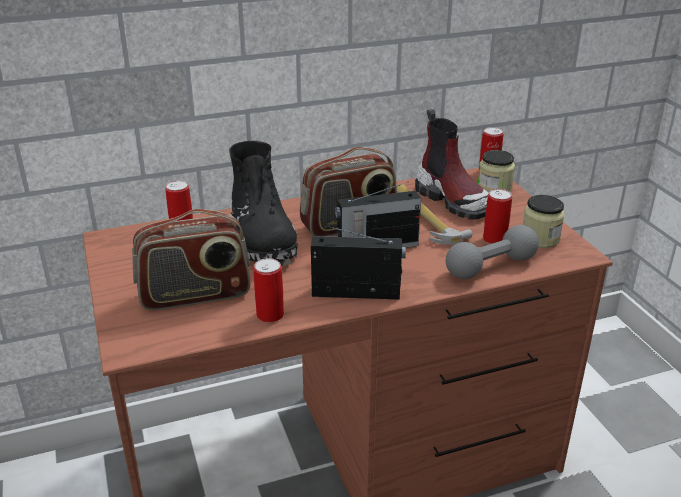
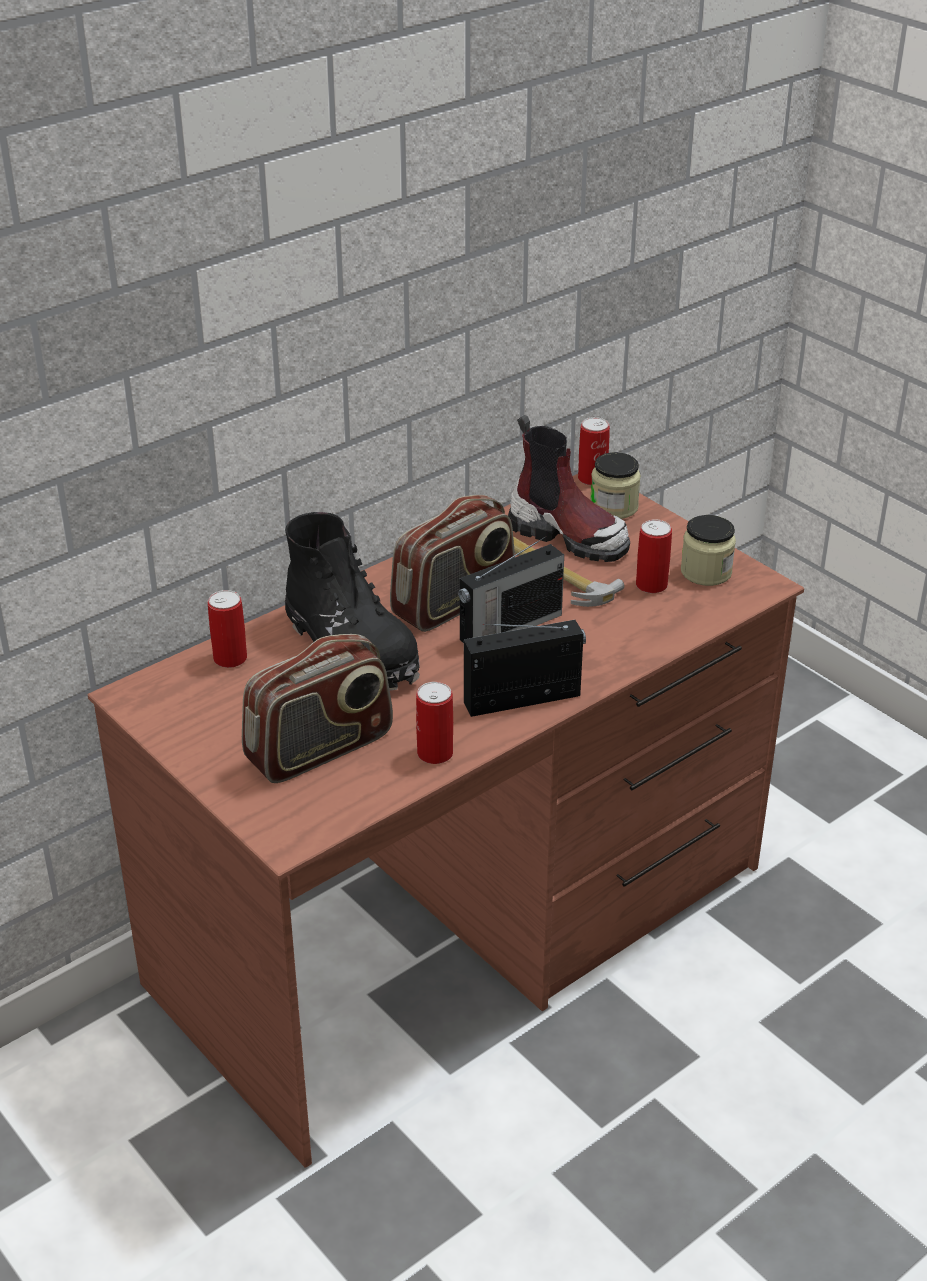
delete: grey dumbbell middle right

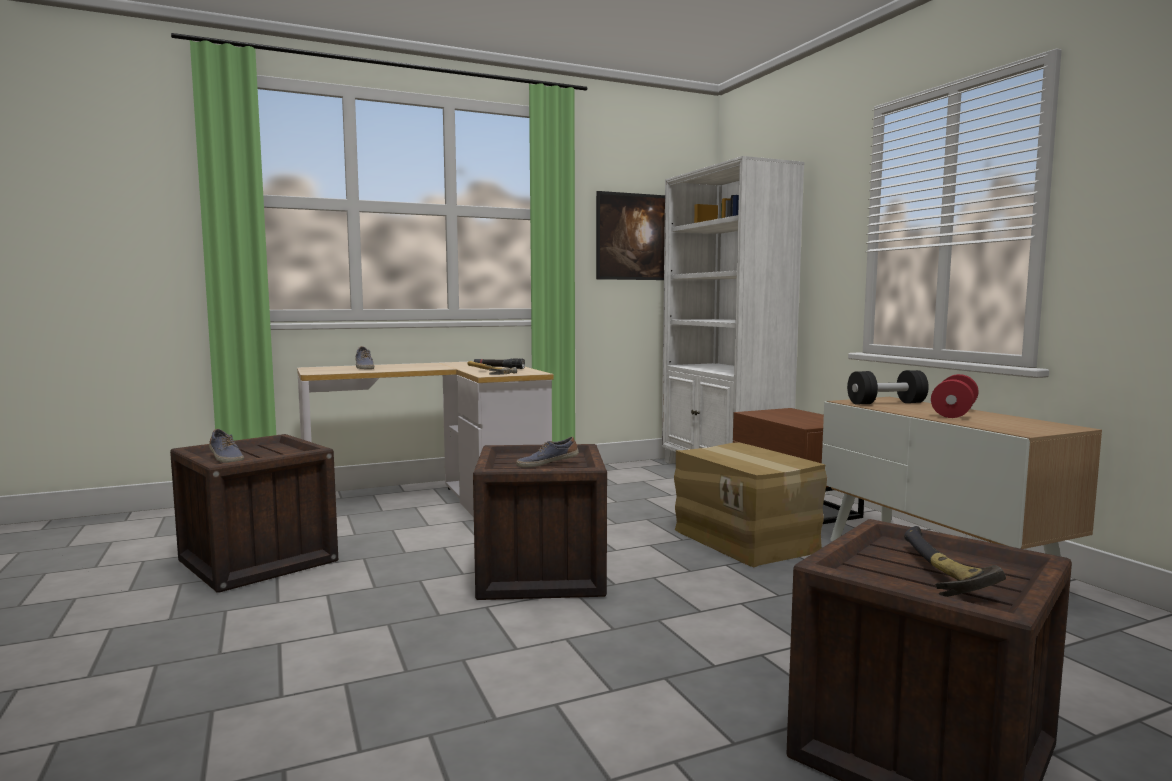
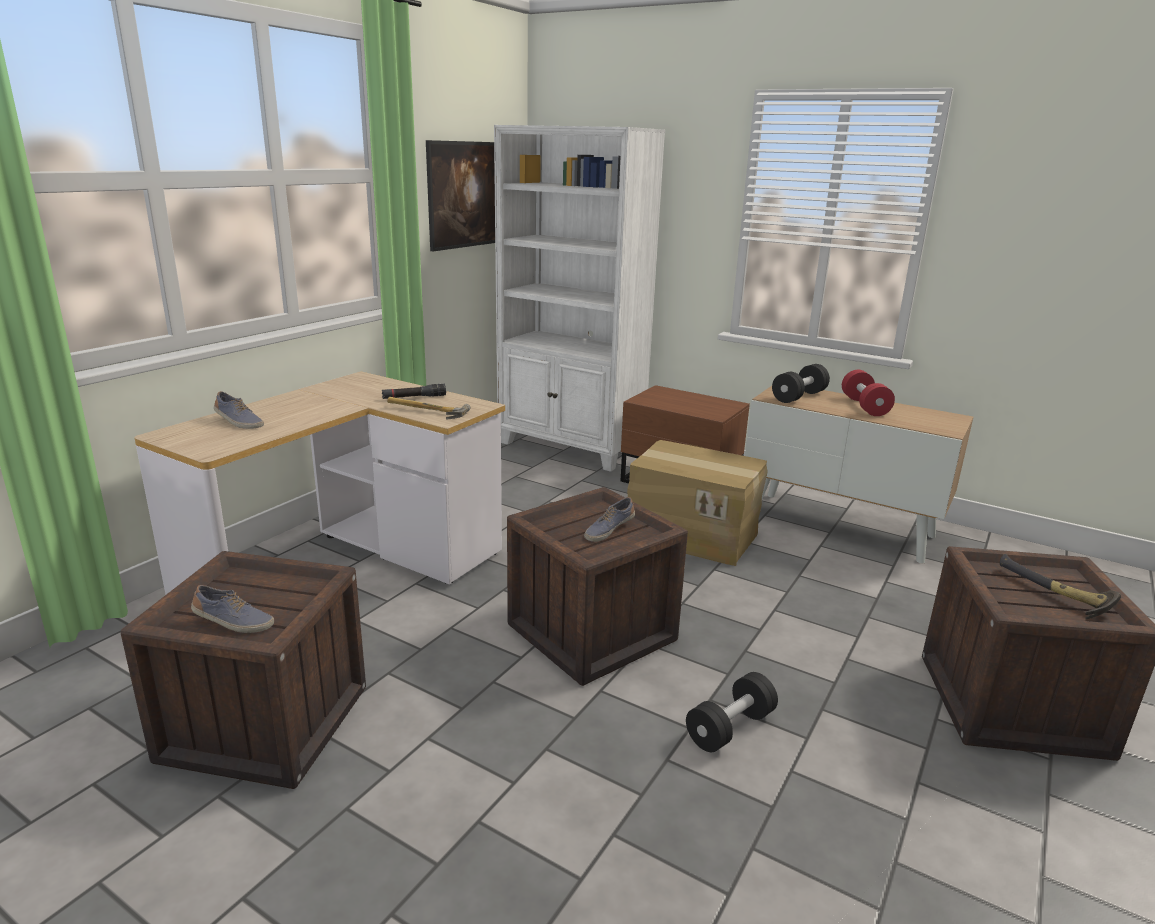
insert: black dumbbell (1st from left) bottom centre

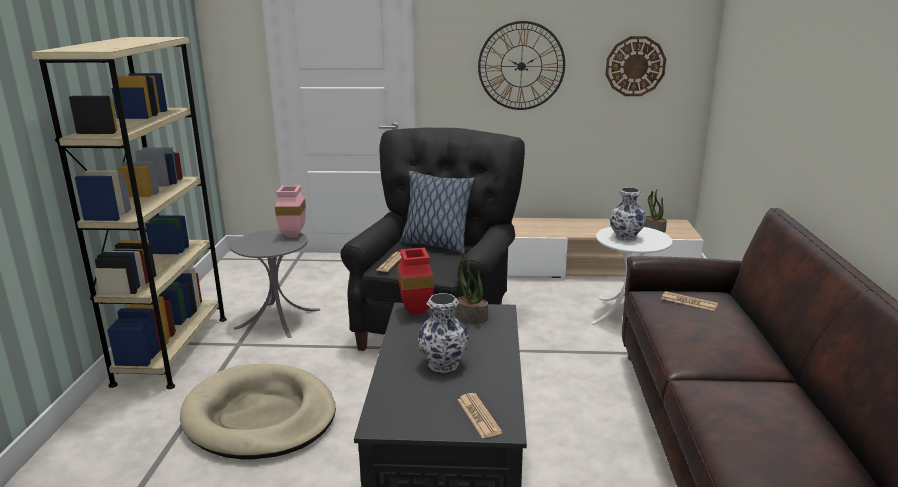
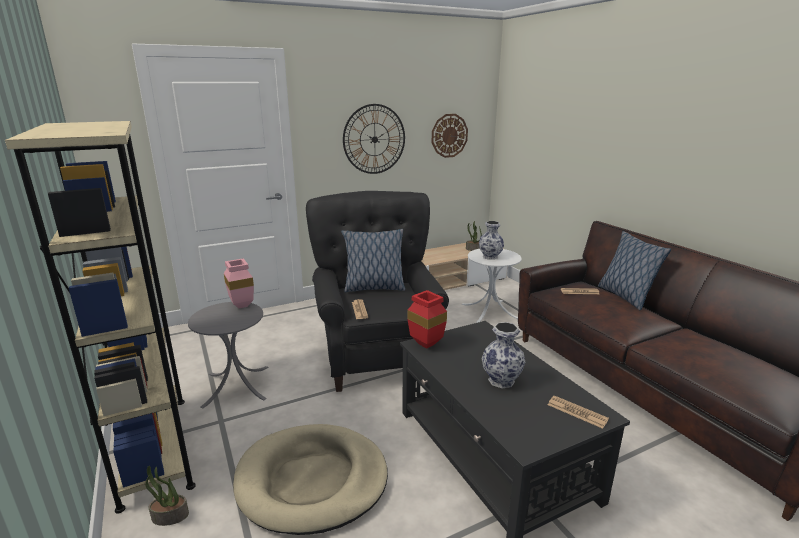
insert: pillow (2nd from left) middle right
move: potted plant (1st from left) centre to bottom left

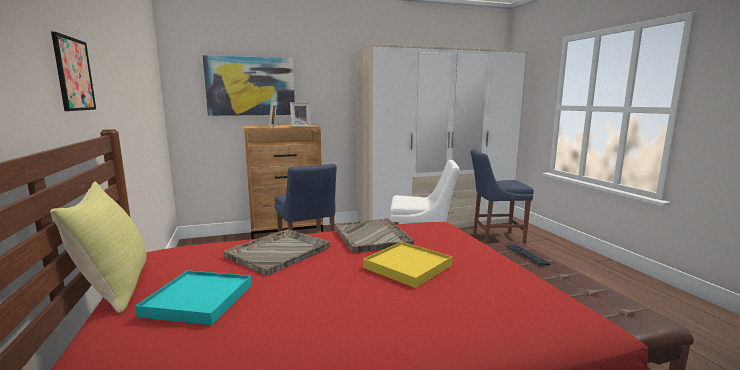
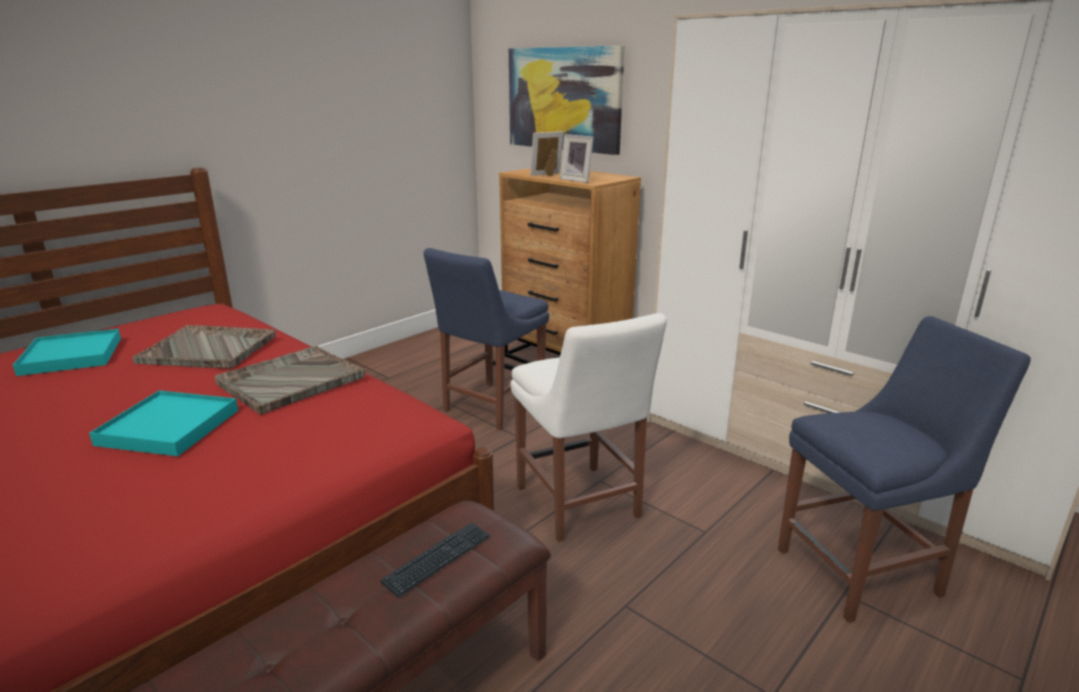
delete: yellow pillow bottom left; picture (1st from left) top left
recolor: yellow tray bottom centre to turquoise tray (2nd from left) middle left
rotate: blue chair (2nd from left) middle right = bottom right 105 degrees clockwise

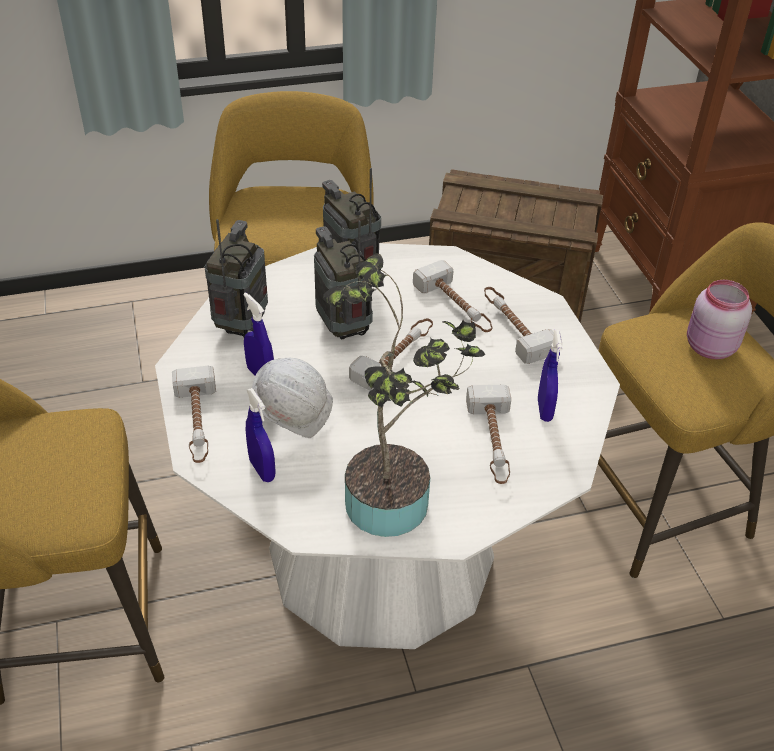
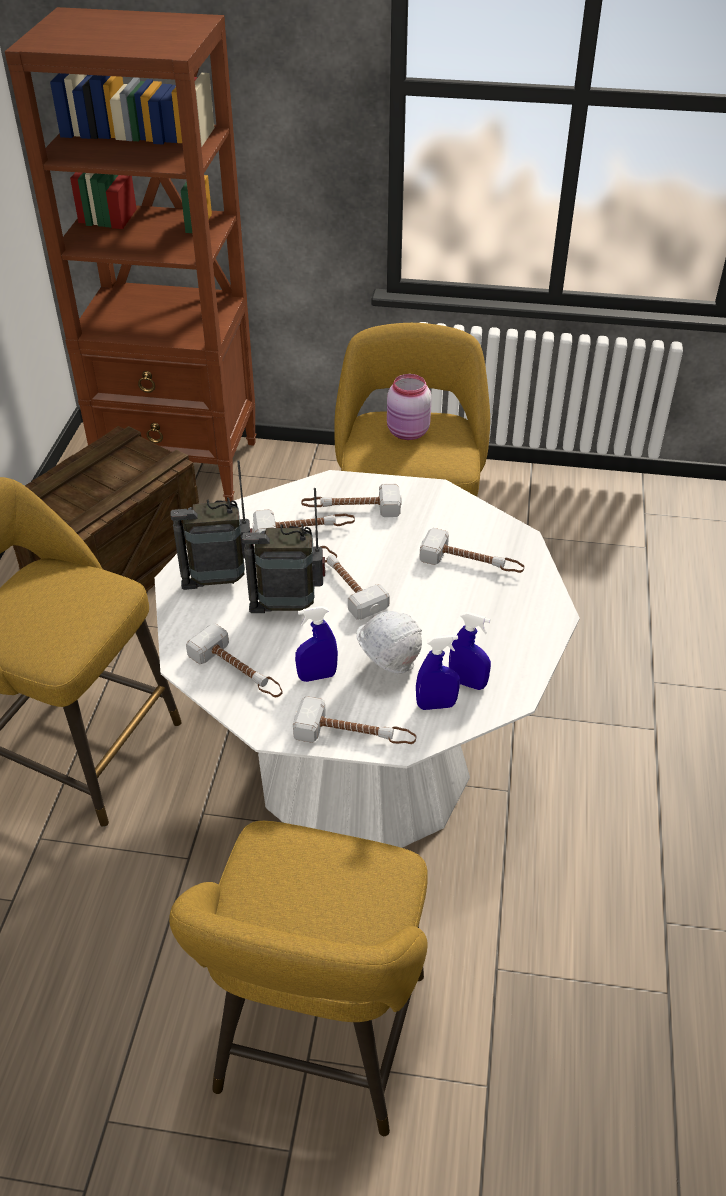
delete: potted plant centre
move: blue spray bottle (3rd from left) middle right to centre
replace: radio (1st from left) middle left to hammer (1st from left) middle left

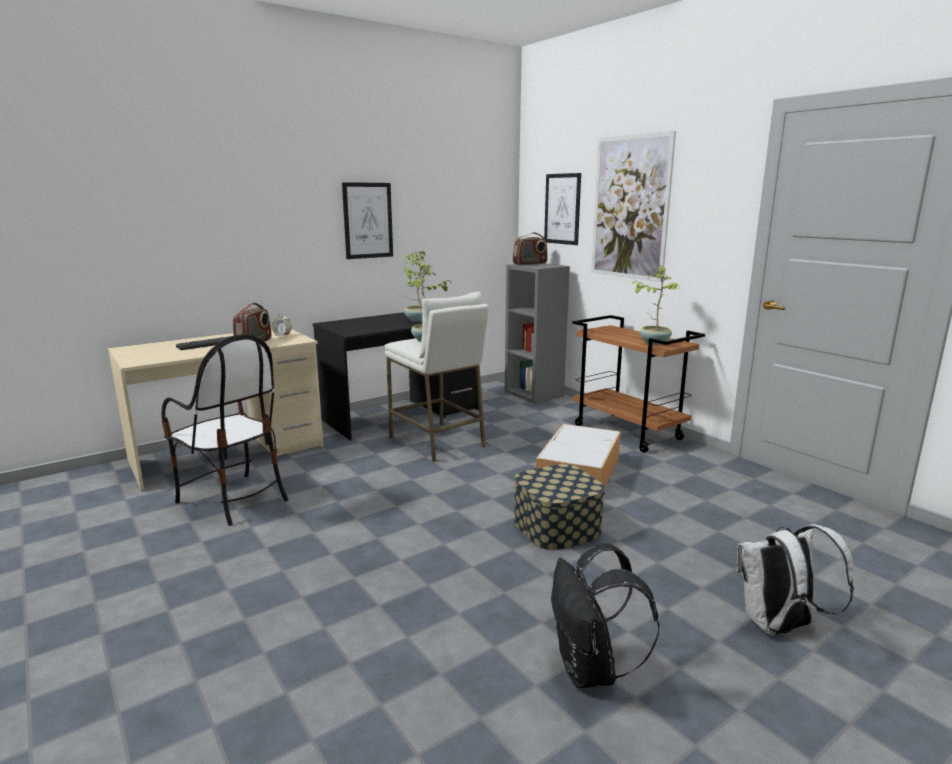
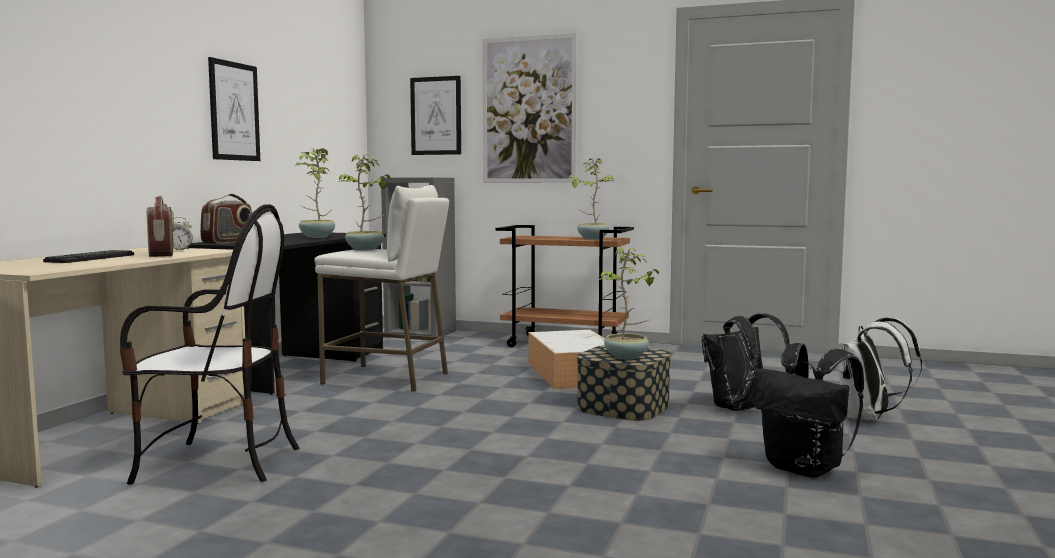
insert: potted plant (4th from left) centre; black backpack (1st from left) middle right
move: radio (2nd from left) top centre to middle left

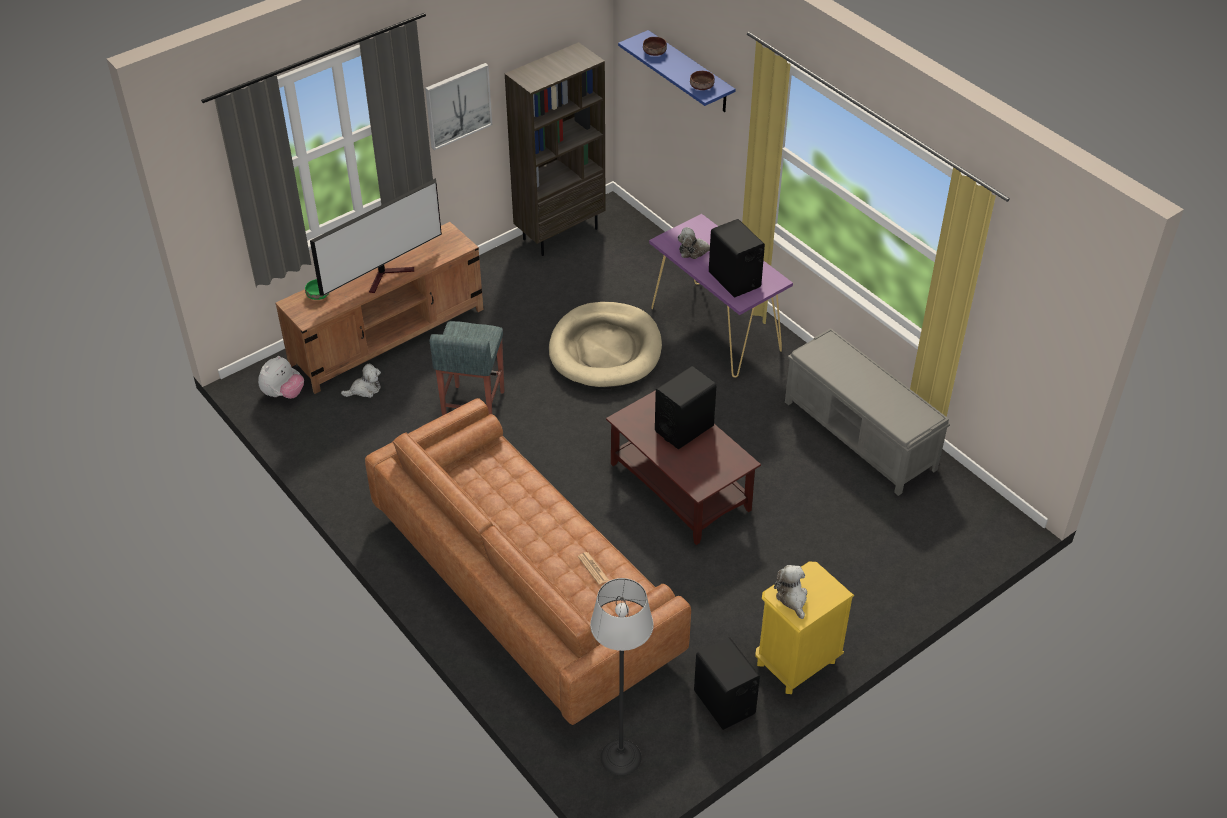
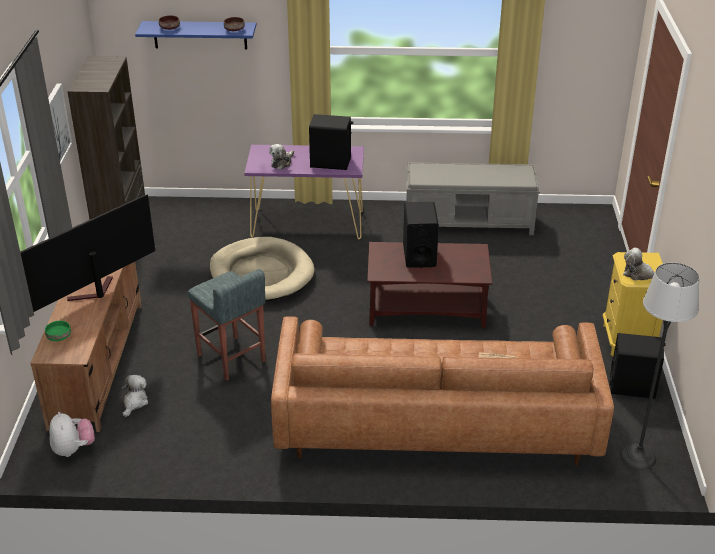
rotate: television top left = middle left 135 degrees counterclockwise

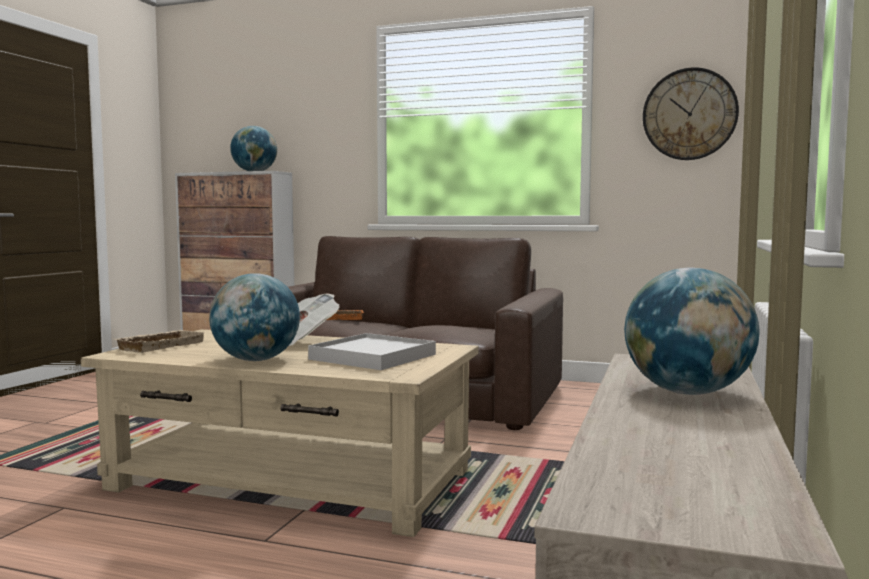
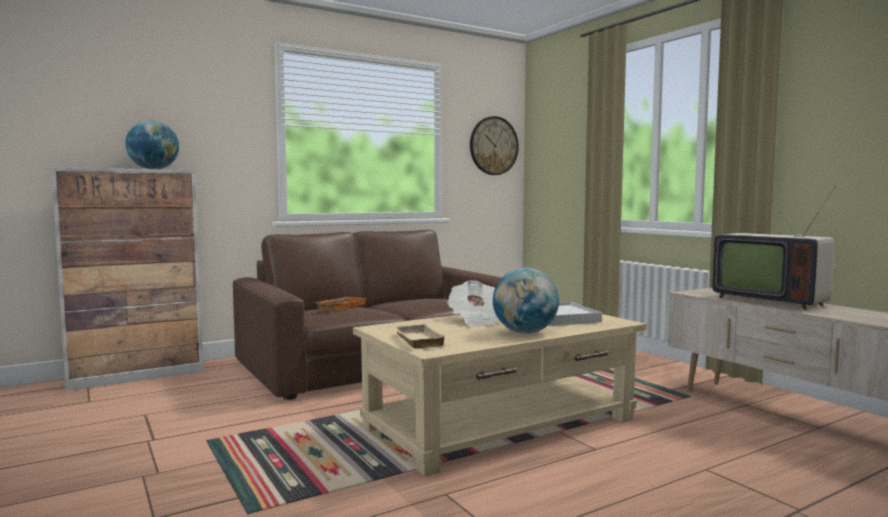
replace: globe (3rd from left) middle right to television middle right

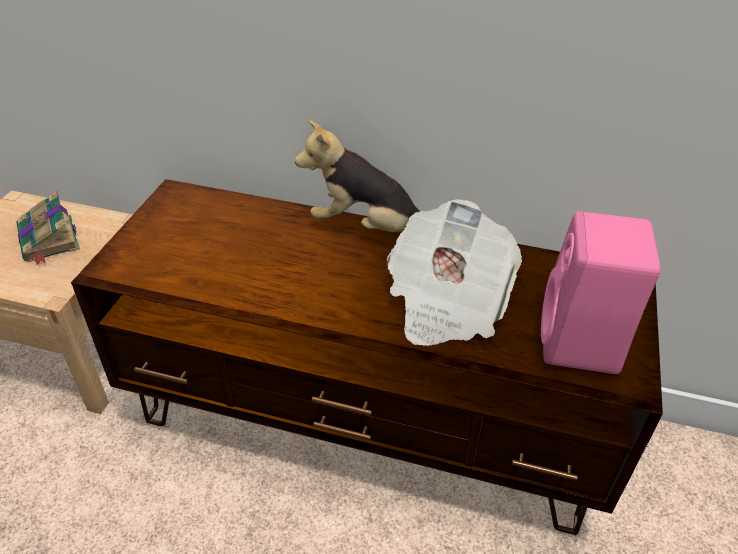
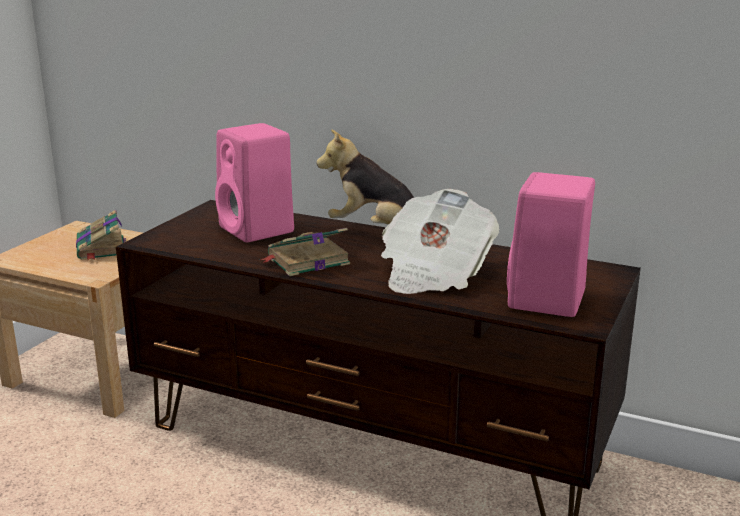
insert: pink speaker (1st from left) centre; book (2nd from left) centre

